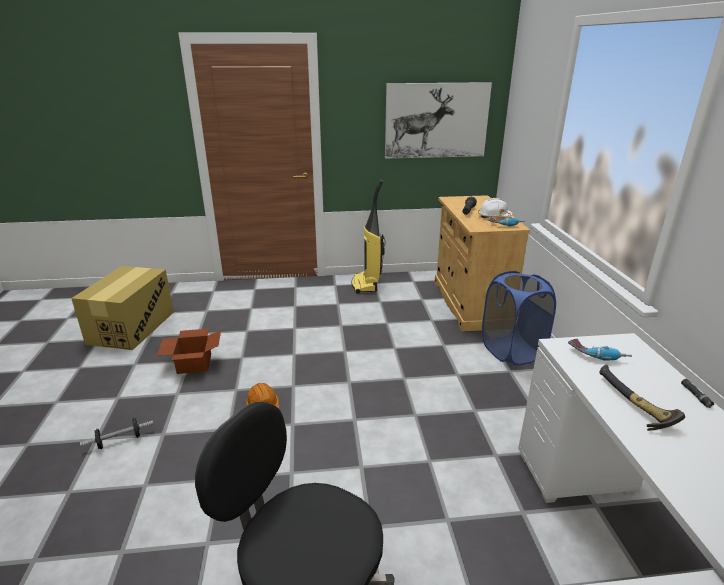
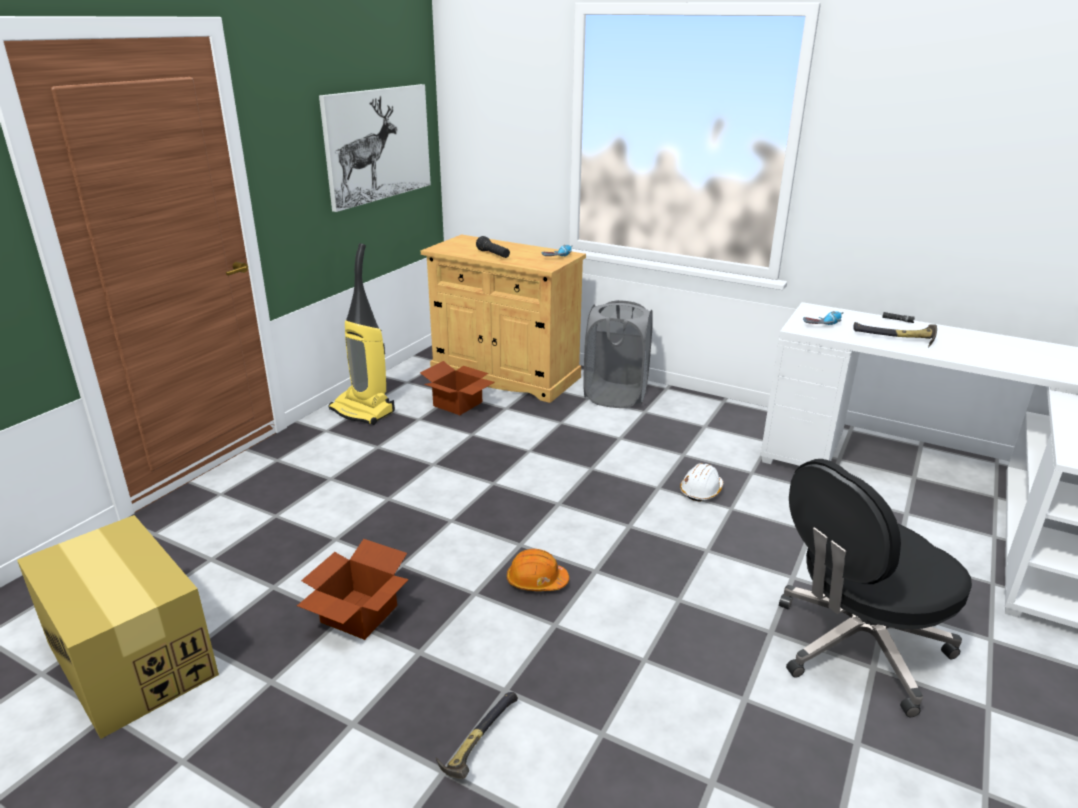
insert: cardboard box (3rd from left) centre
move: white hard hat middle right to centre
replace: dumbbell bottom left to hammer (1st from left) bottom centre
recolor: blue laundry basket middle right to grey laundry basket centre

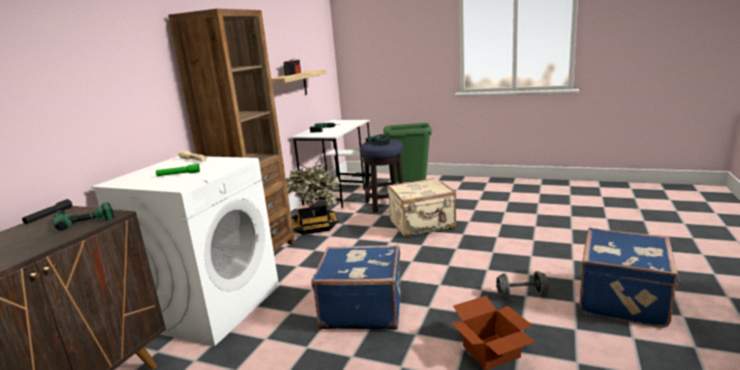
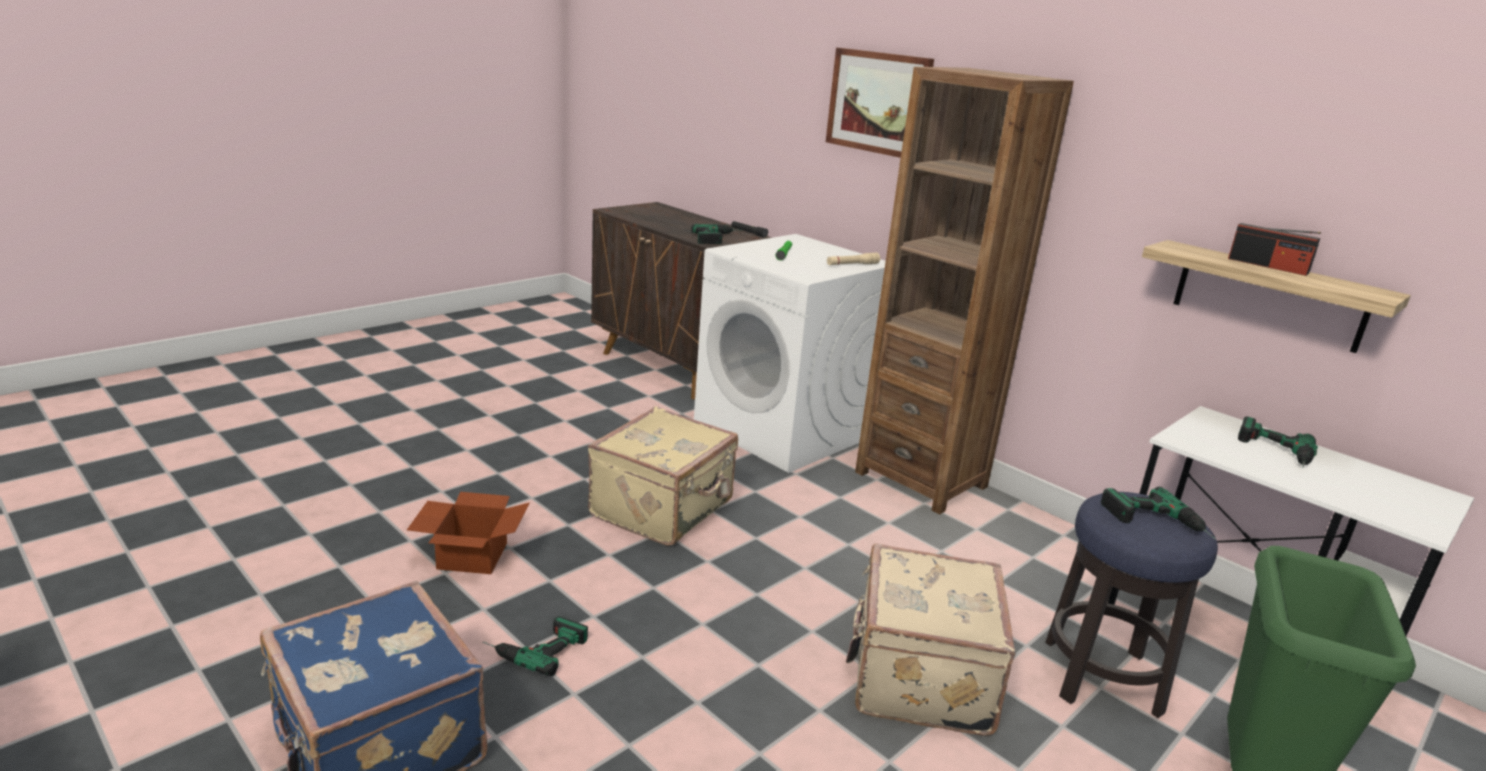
delete: potted plant centre
insert: picture top centre
replace: grey dumbbell bottom right to power drill (1st from left) bottom centre
recolor: blue suitcase (1st from left) bottom centre to beige suitcase (1st from left) centre

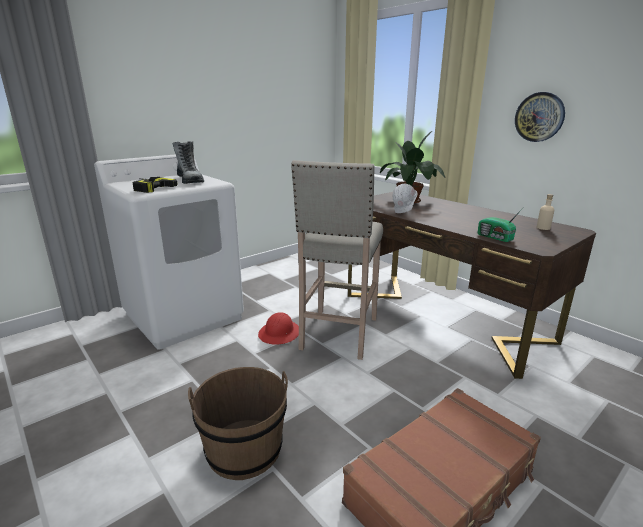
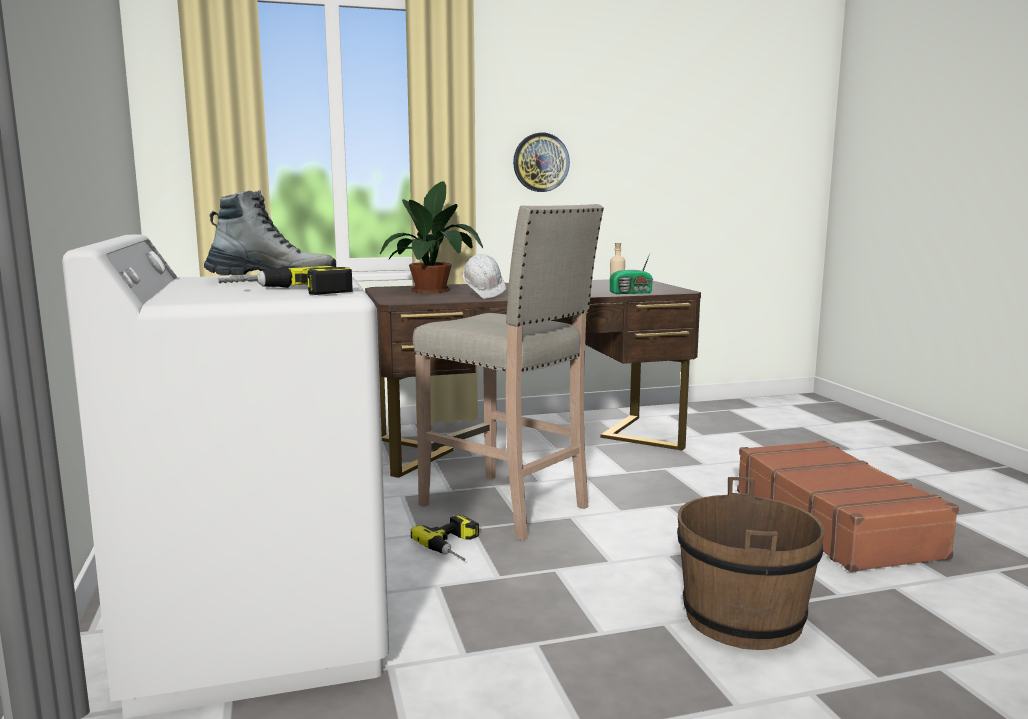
replace: red hard hat centre to power drill (2nd from left) bottom centre

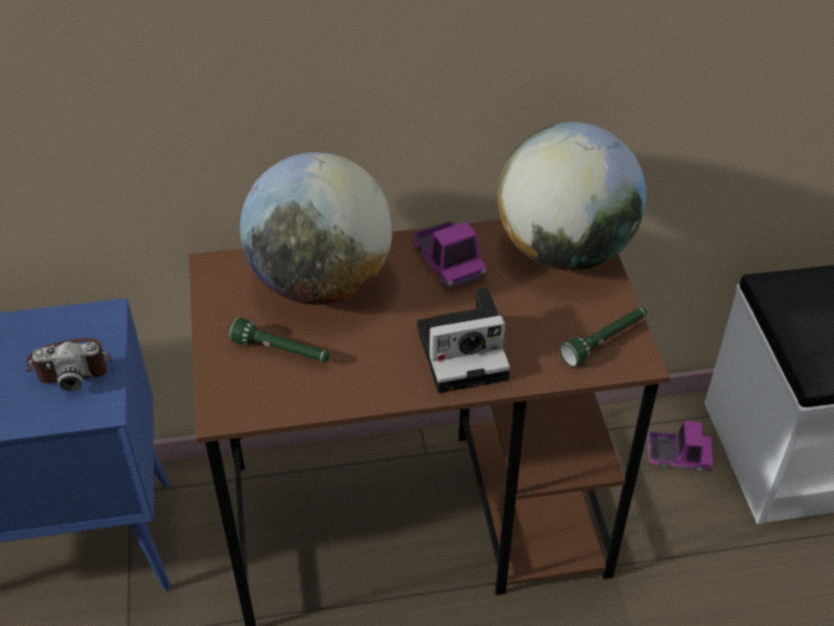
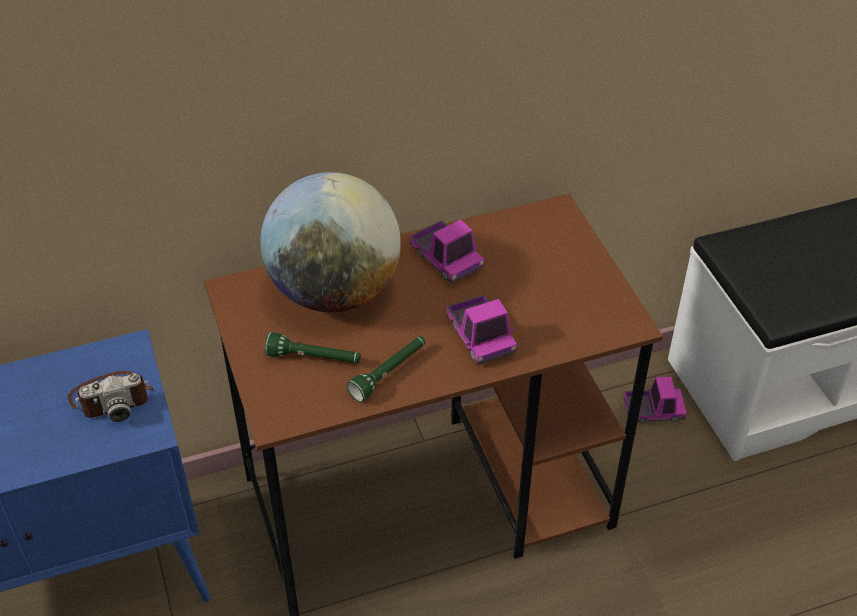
delete: globe (2nd from left) top right
move: green flashlight (2nd from left) middle right to centre
replace: photo camera (2nd from left) centre to toy truck (2nd from left) centre

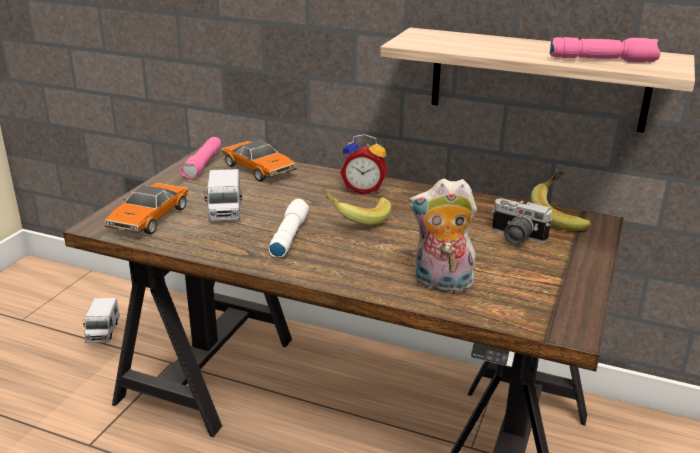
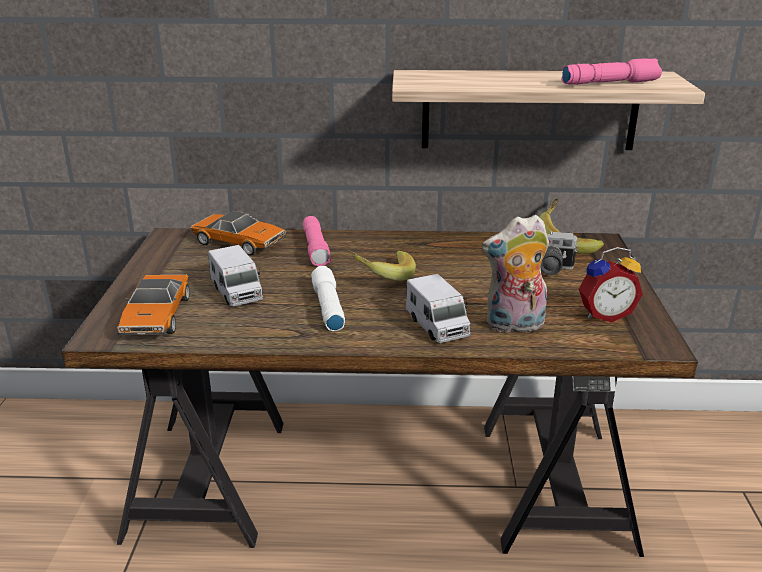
move: toy truck (1st from left in the first image) bottom left to toy truck (2nd from left) centre; pink flashlight (1st from left) middle left to centre; alarm clock centre to middle right

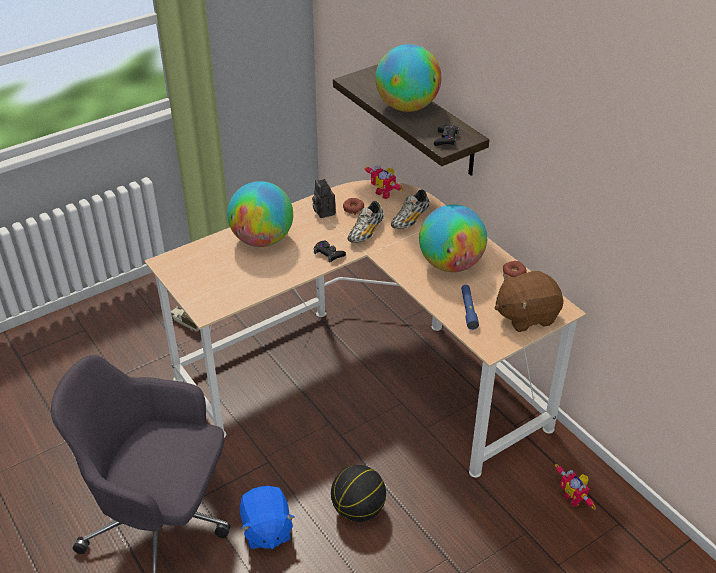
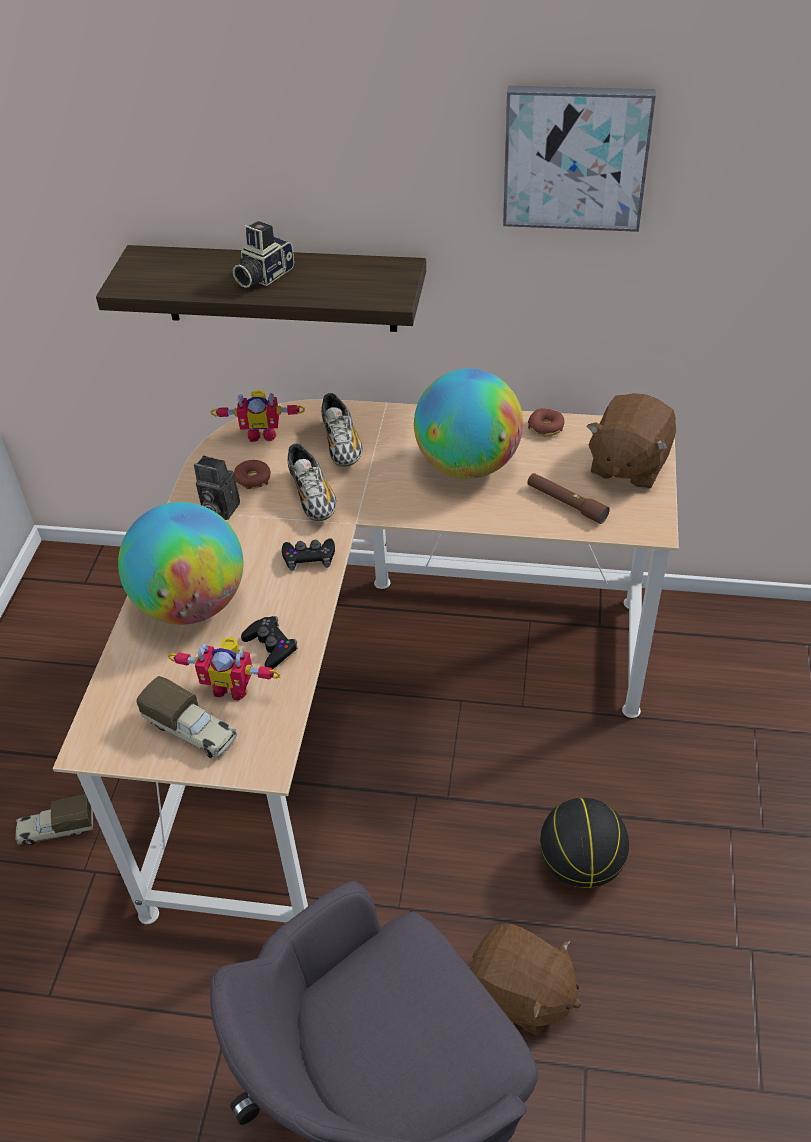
insert: toy truck (2nd from left) middle left; picture top right
move: black game controller (2nd from left in the first image) top centre to black game controller (1st from left) middle left; toy robot (2nd from left in the first image) bottom right to toy robot (1st from left) middle left
replace: globe (2nd from left) top centre to photo camera (2nd from left) top left
recolor: blue plush toy bottom centre to brown plush toy (1st from left) bottom centre; blue flashlight centre to brown flashlight middle right

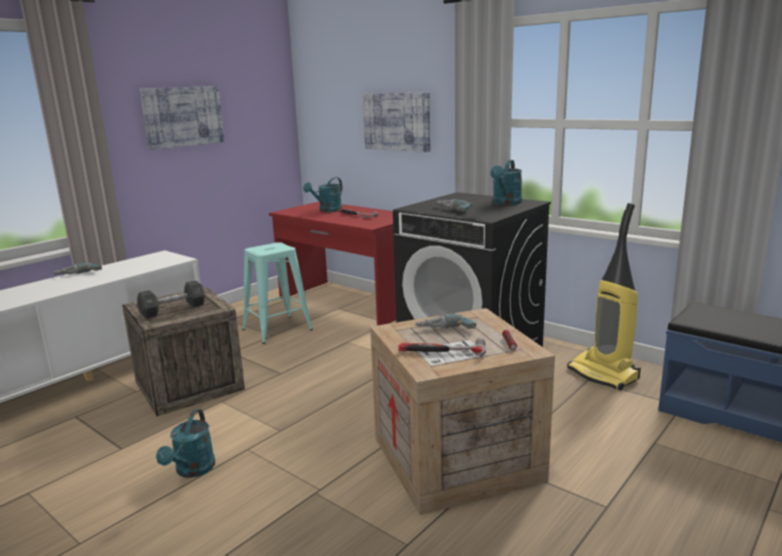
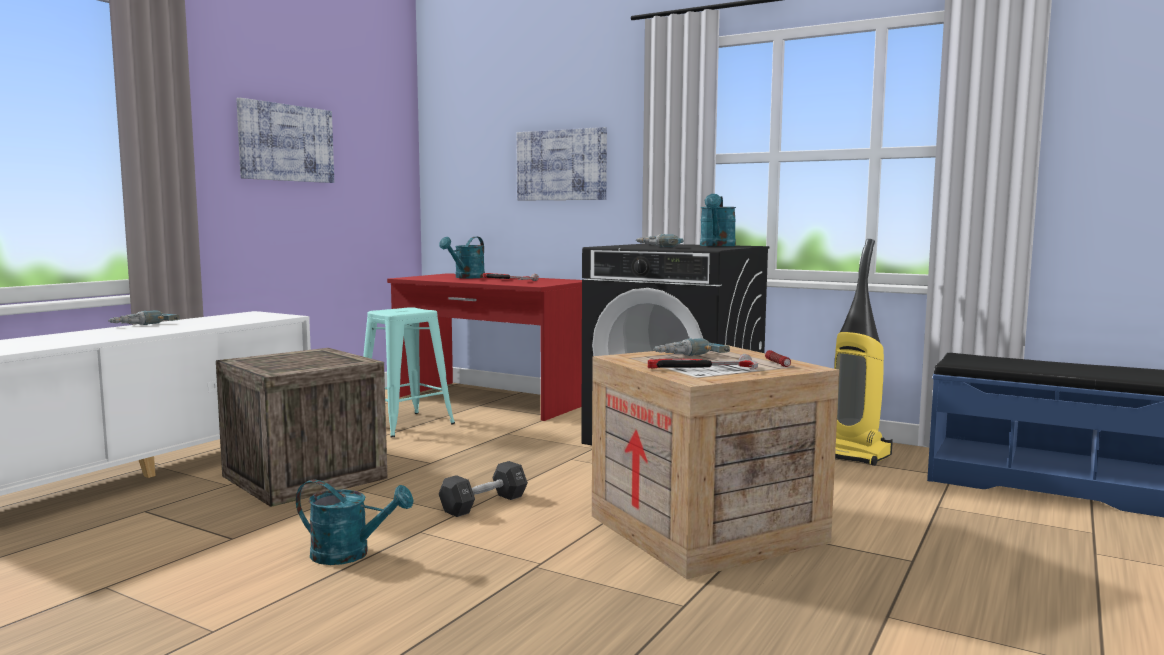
move: black dumbbell middle left to bottom centre
rotate: turquoise watering can (1st from left) bottom left = bottom left 75 degrees counterclockwise

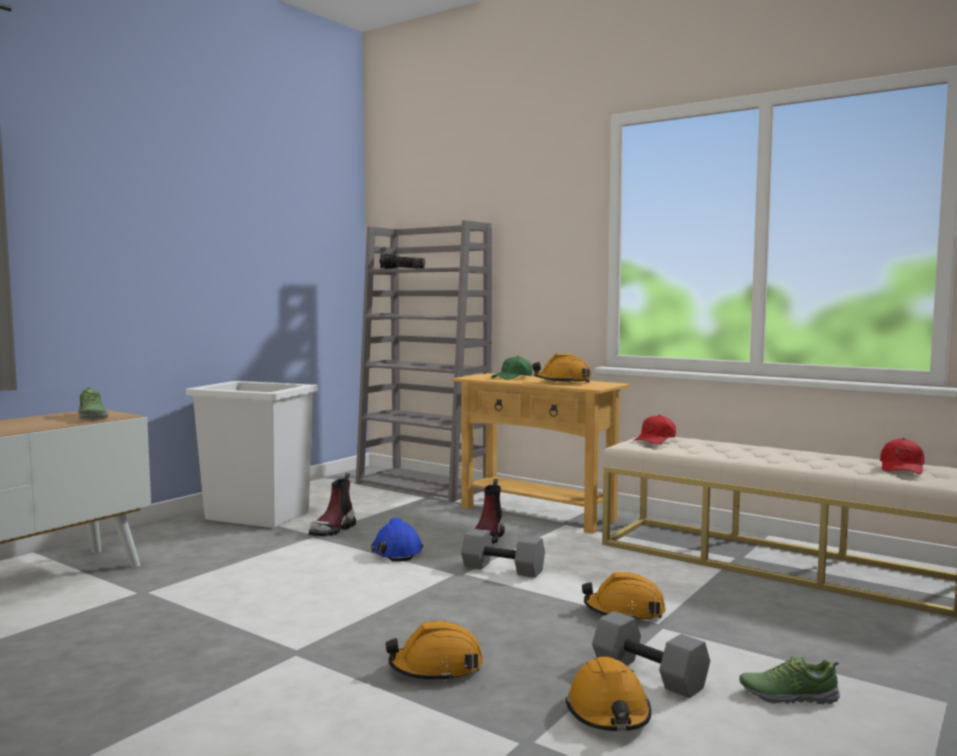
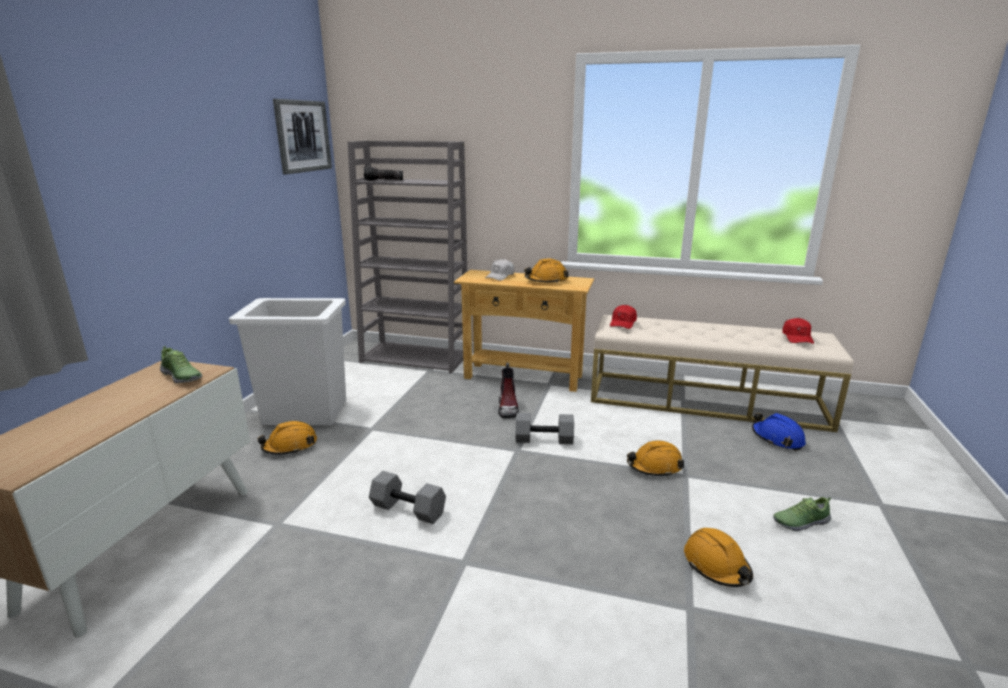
delete: boot (1st from left) bottom centre
insert: picture top left
move: blue hard hat bottom centre to middle right; orange hard hat (1st from left) bottom centre to middle left; grey dumbbell (2nd from left in the first image) bottom right to grey dumbbell (1st from left) bottom centre
recolor: green cap centre to white cap centre

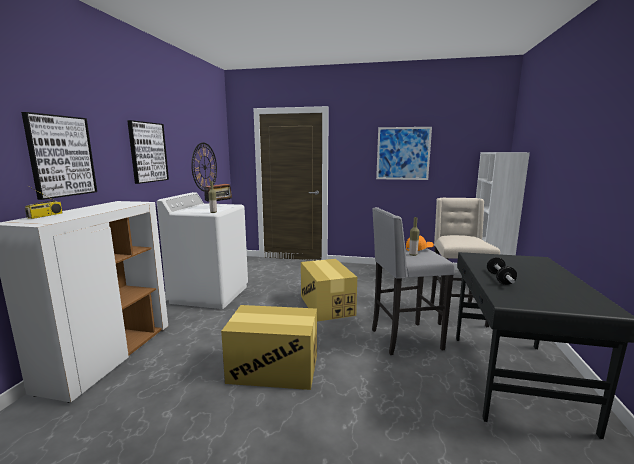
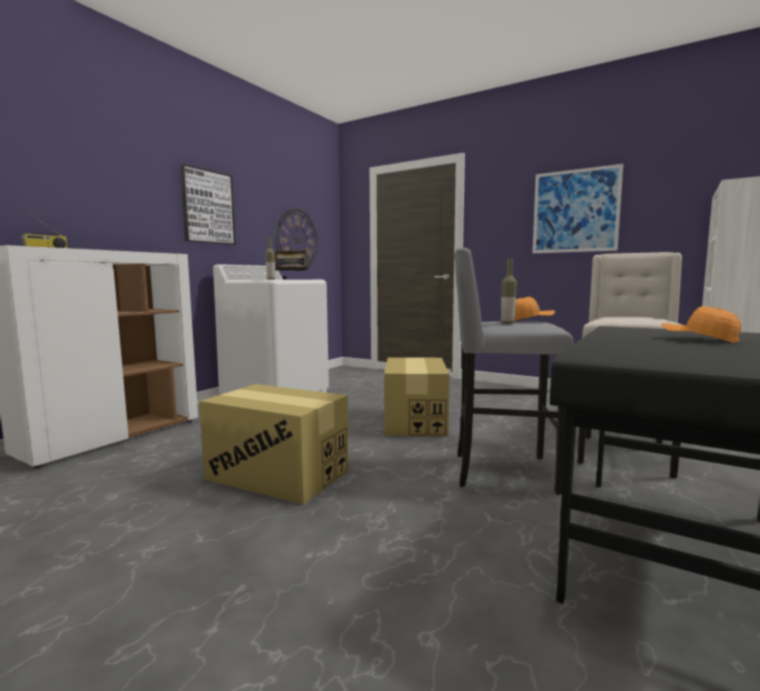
delete: picture (1st from left) middle left; dumbbell middle right
insert: orange cap (2nd from left) middle right

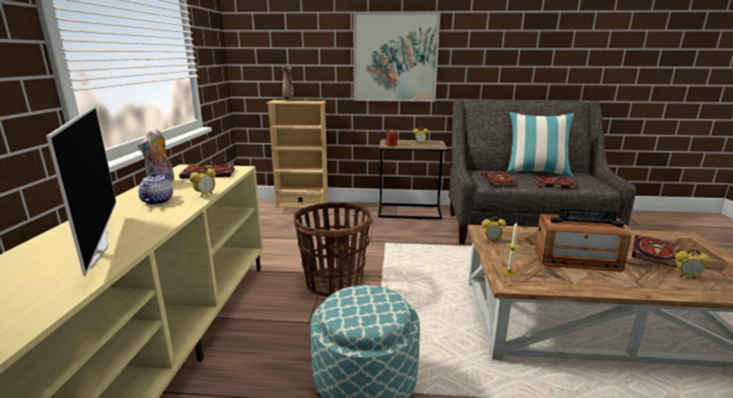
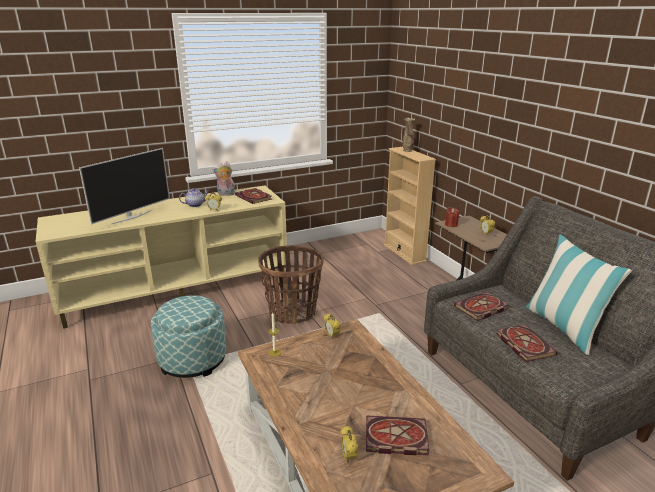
delete: picture top centre; radio middle right

